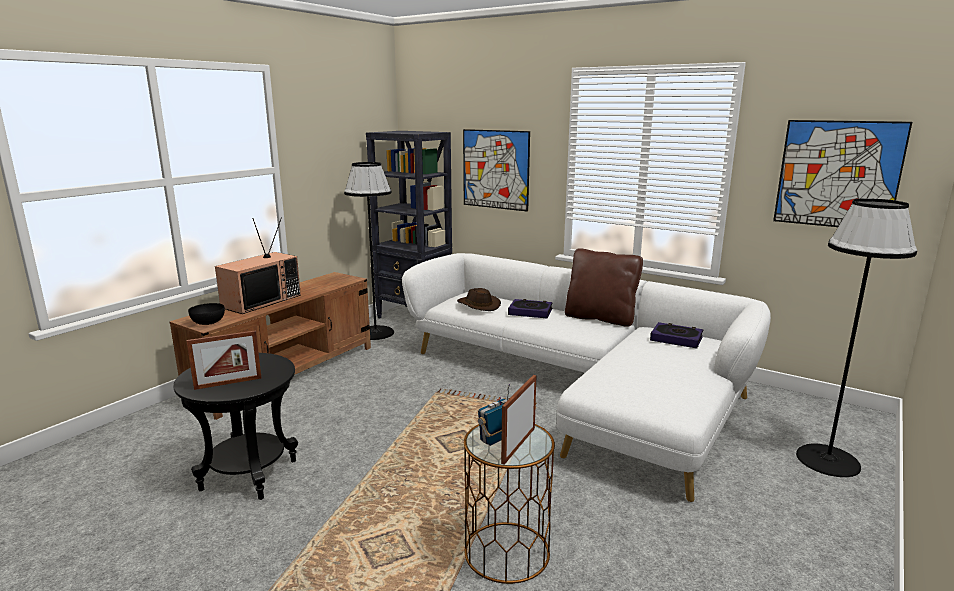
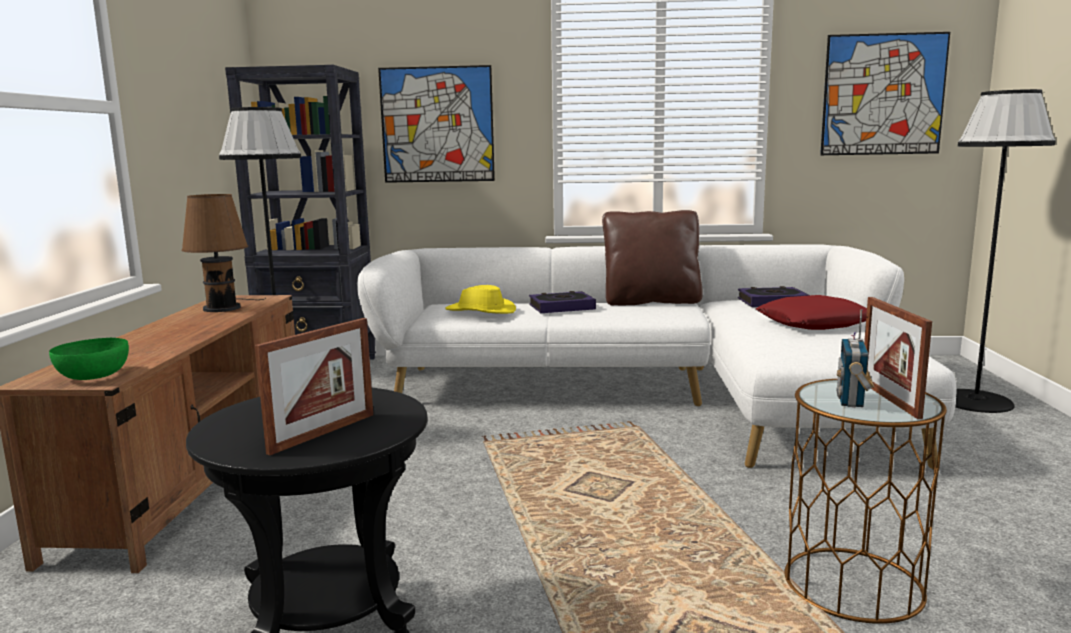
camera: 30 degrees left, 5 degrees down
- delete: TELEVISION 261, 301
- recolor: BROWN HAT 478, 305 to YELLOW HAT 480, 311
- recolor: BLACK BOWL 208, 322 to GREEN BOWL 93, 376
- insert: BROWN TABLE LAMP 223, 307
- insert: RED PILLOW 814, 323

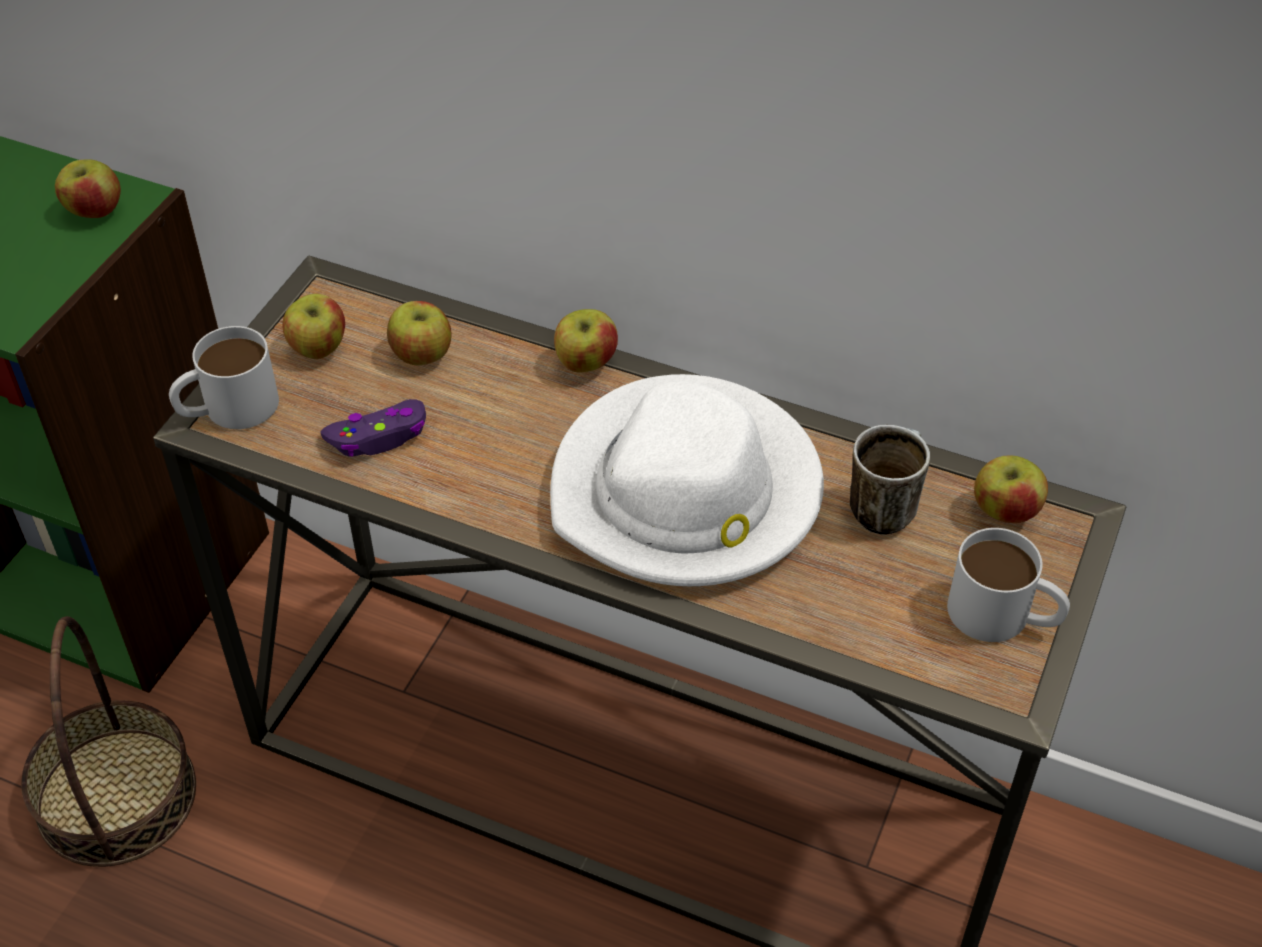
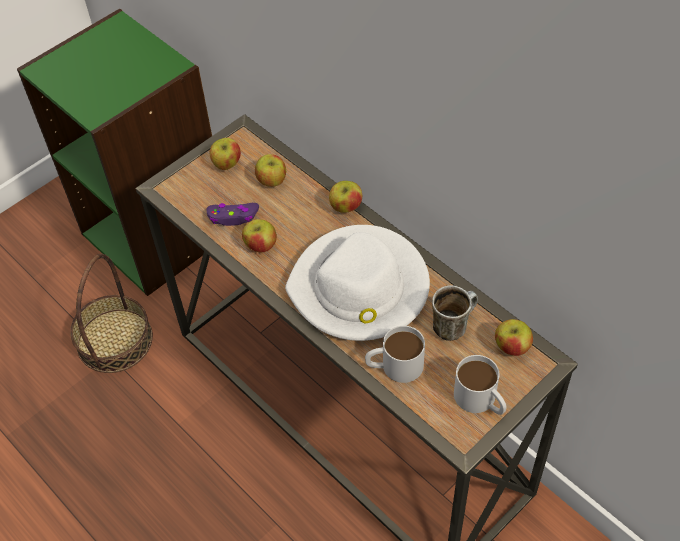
camera: 25 degrees right, 5 degrees up
- move: APPLE 95, 212 to 261, 246
- move: WHITE MUG 227, 408 to 394, 366

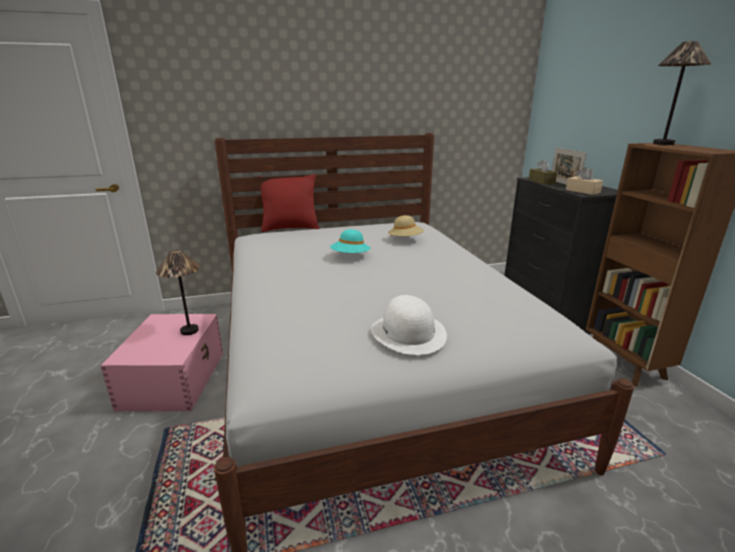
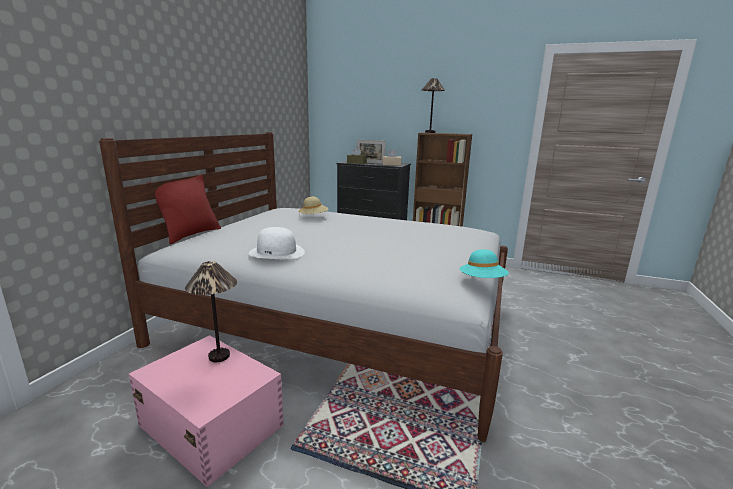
camera: 55 degrees left, 5 degrees down
- move: TURQUOISE HAT 350, 257 to 482, 281
- move: WHITE HAT 408, 333 to 277, 252

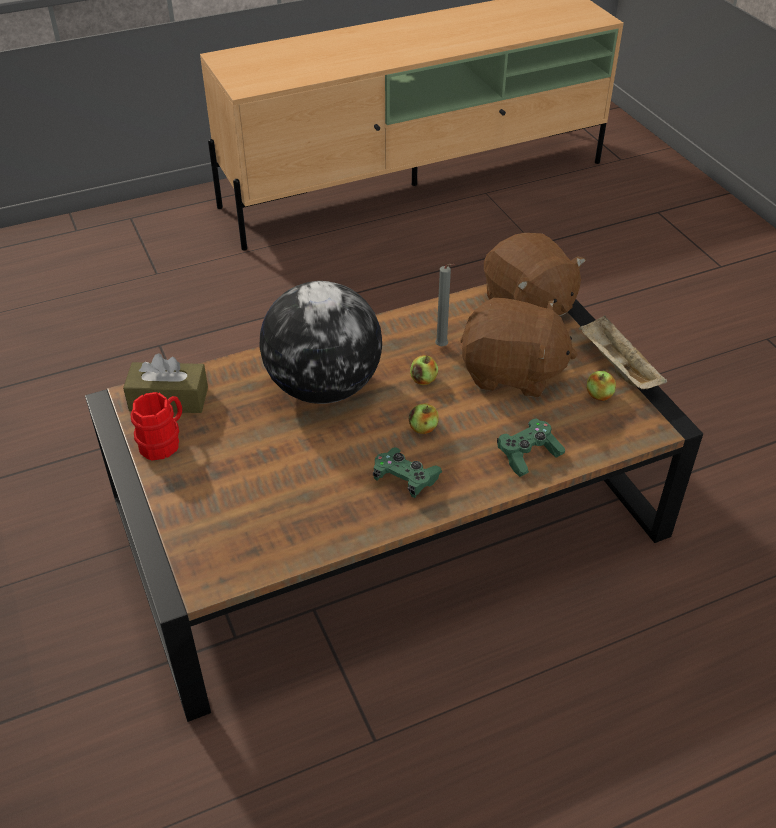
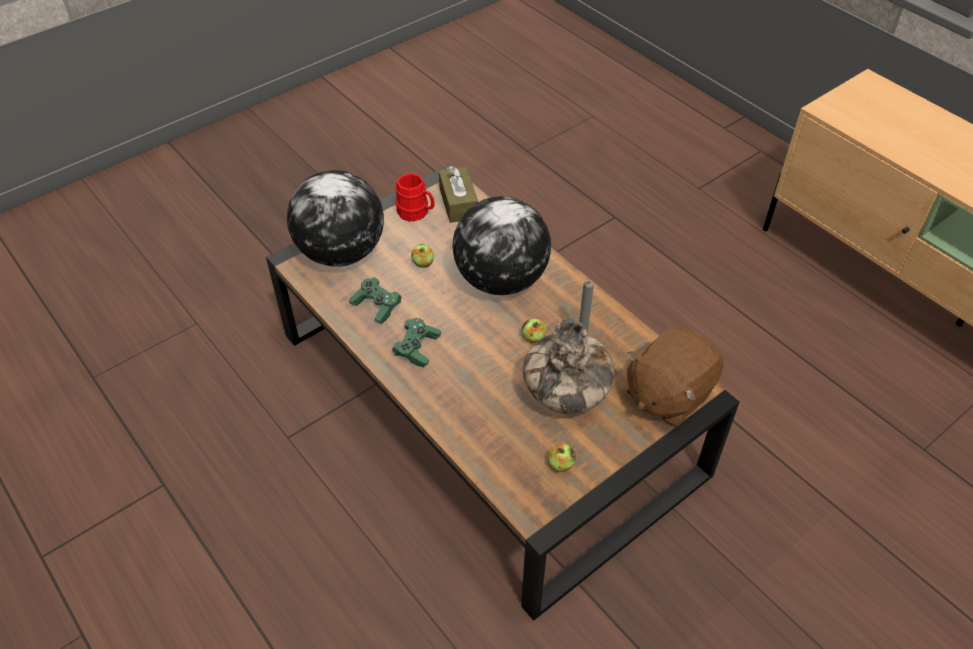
camera: 75 degrees right, 5 degrees up
- replace: BROWN PLUSH TOY 512, 373 to VASE 566, 396
- delete: BEIGE TRAY 616, 367
- move: APPLE 423, 428 to 423, 263
- move: GREEN GAME CONTROLLER 528, 455 to 376, 306
- insert: GLOBE 342, 252

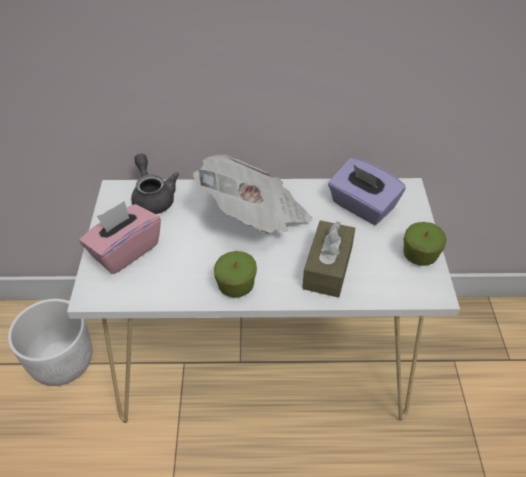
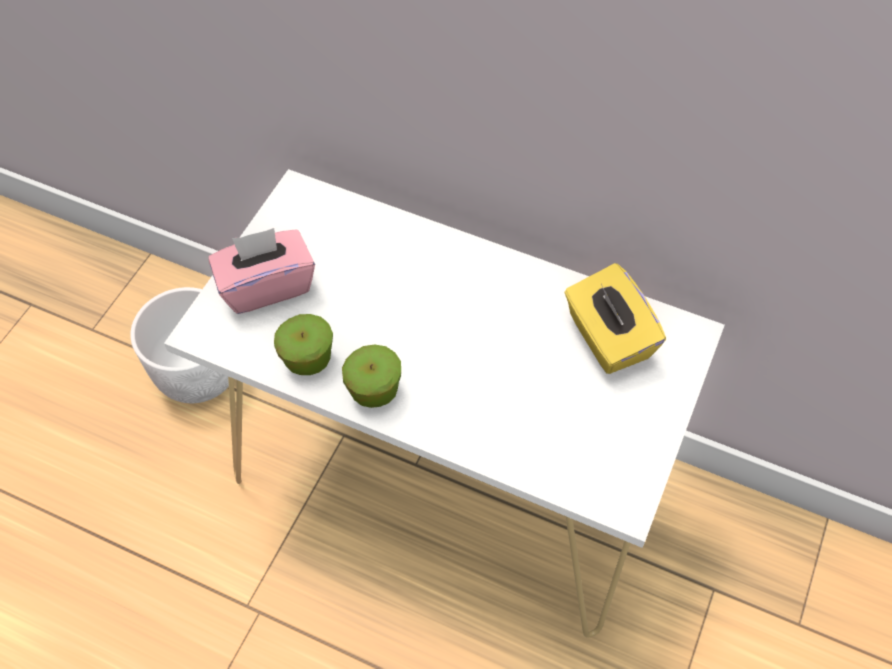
camera: 25 degrees right, 10 degrees up
- delete: GREY TEAPOT 153, 197
- delete: NEWSPAPER 255, 216
- recolor: PURPLE TISSUE BOX 362, 206 to YELLOW TISSUE BOX 607, 338
- delete: BROWN TISSUE BOX 328, 267
- move: APPLE 419, 256 to 307, 359

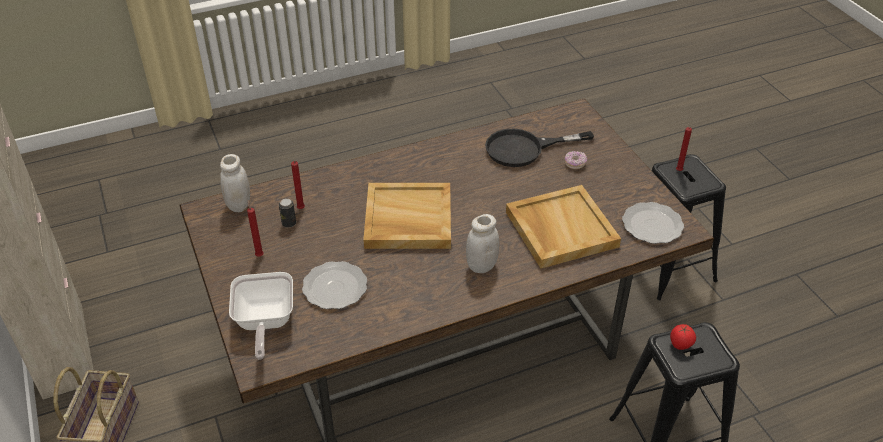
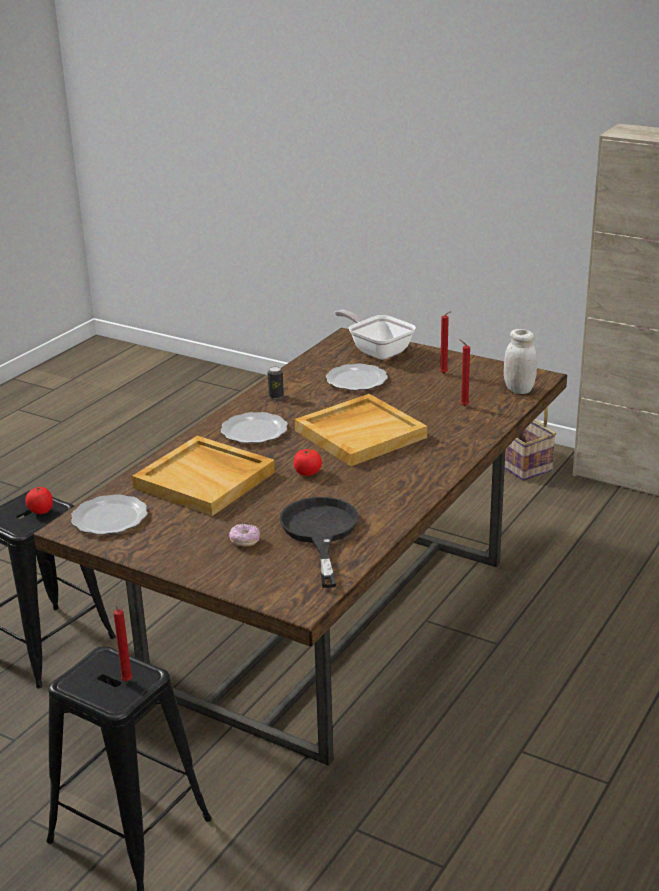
camera: 145 degrees right, 15 degrees down
- rotate: BLACK FRYING PAN 524, 149 = 320, 533 45 degrees counterclockwise
- move: CAN 289, 223 to 276, 396
- replace: WHITE JAR 481, 265 to PLATE 253, 430
- insert: TOMATO 307, 472

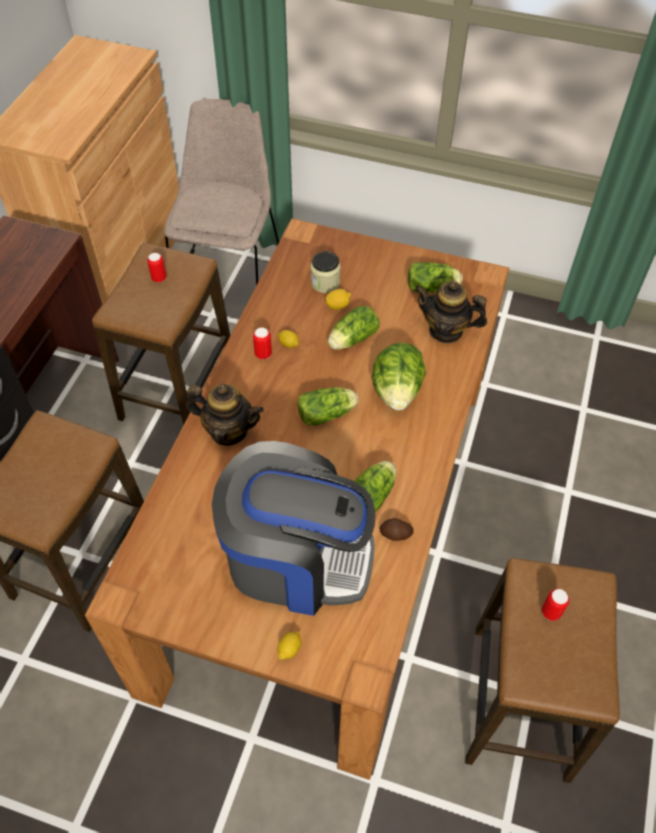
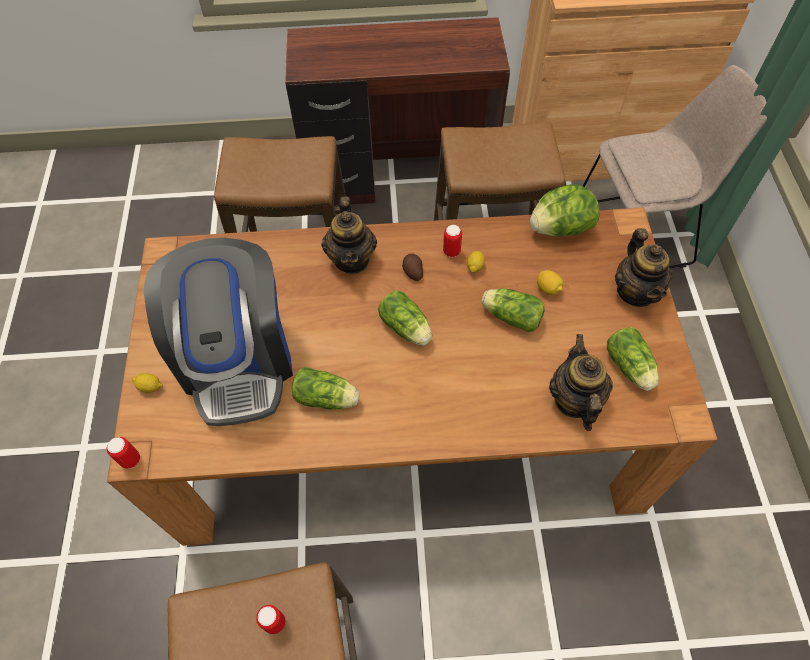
camera: 70 degrees right, 5 degrees up
- delete: JAR 325, 283
- move: CAN 159, 278 to 130, 460
- move: LETTUCE 397, 391 to 560, 228
- move: POTATO 395, 534 to 412, 271
- insert: TEAPOT 635, 291

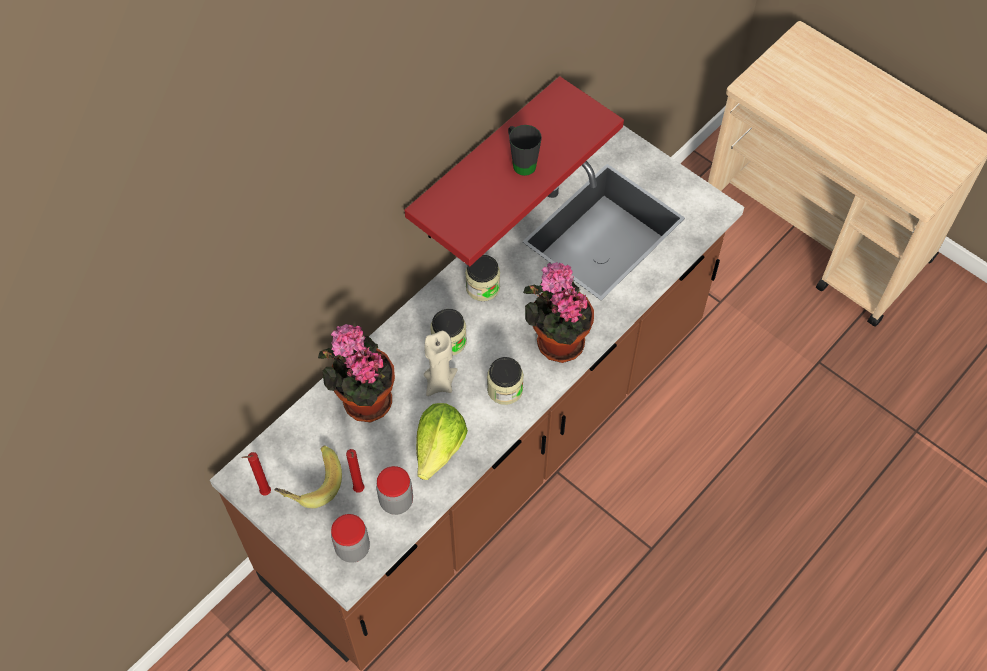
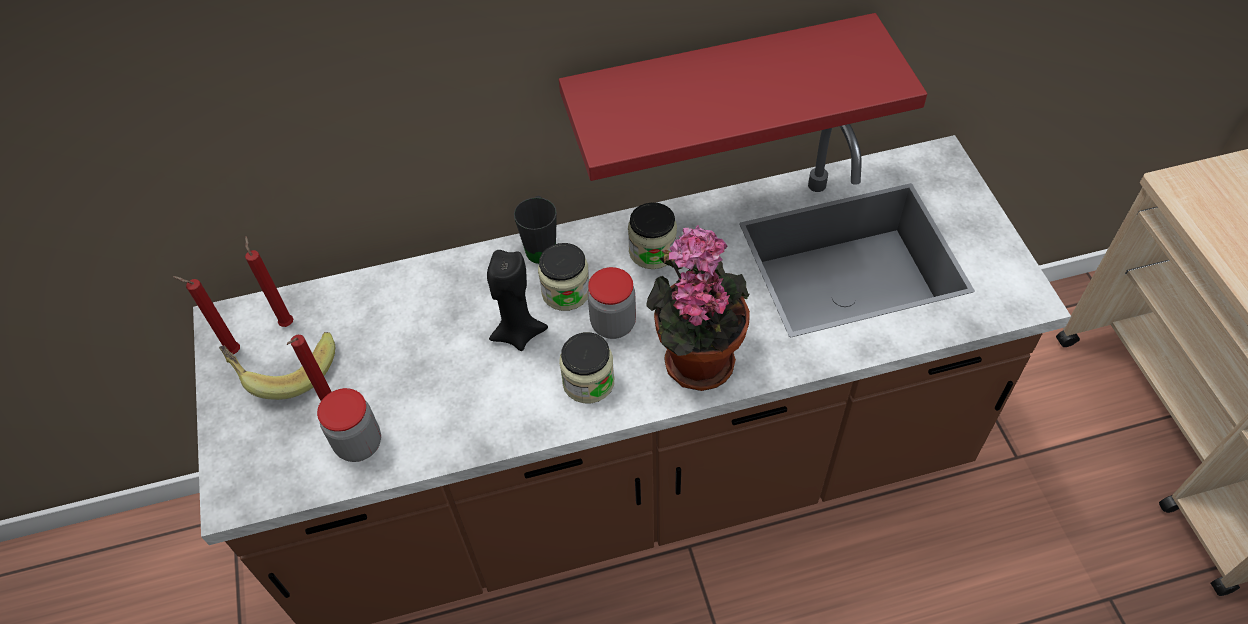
camera: 35 degrees right, 5 degrees down
- move: BLACK MUG 521, 162 to 541, 245
- delete: POTTED PLANT 363, 400
- recolor: BEIGE CANDLE 439, 382 to BLACK CANDLE 518, 333
- delete: LETTUCE 439, 448
- move: JAR 353, 548 to 613, 324
- insert: RED CANDLE 287, 322

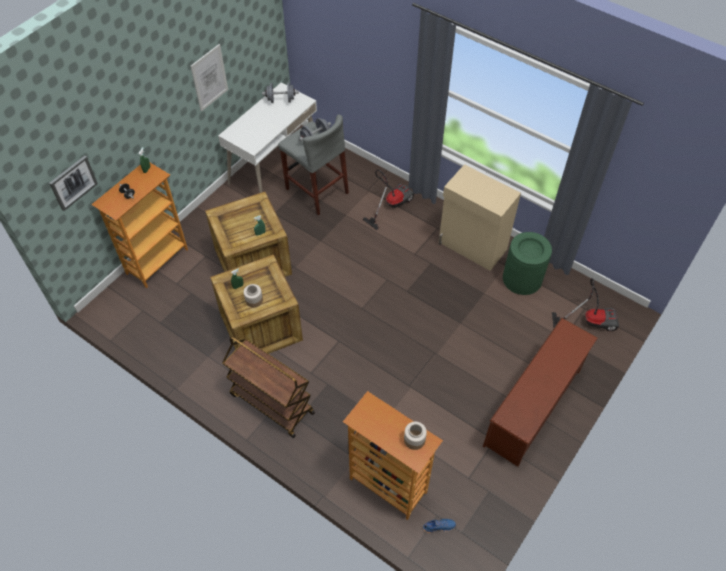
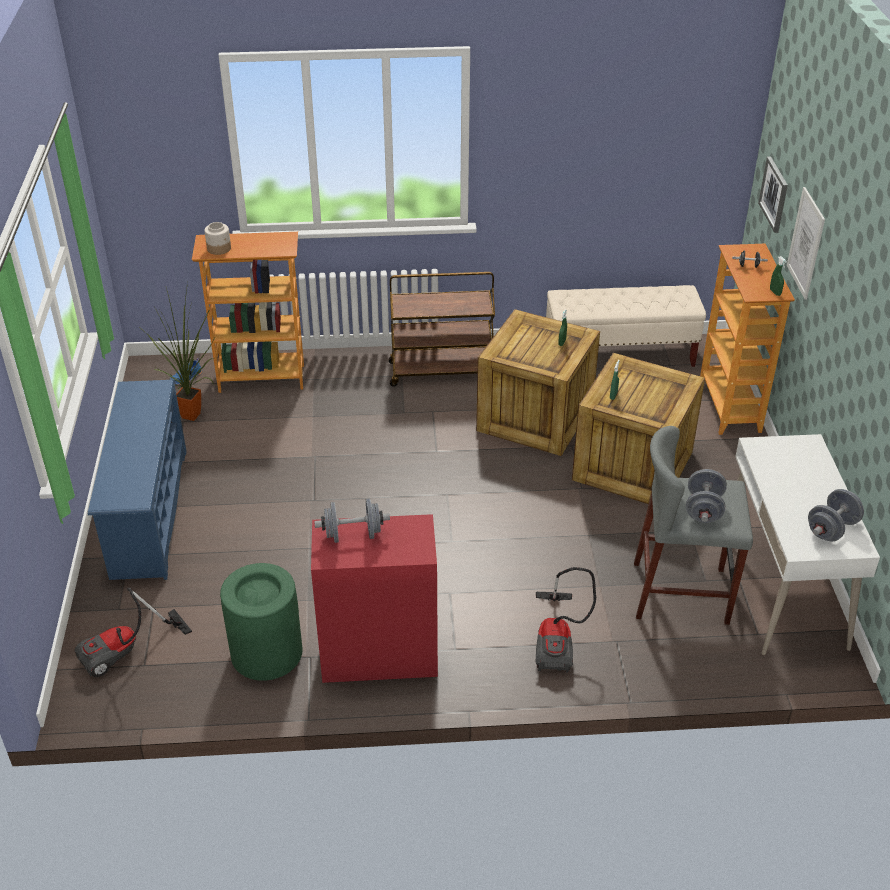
camera: 140 degrees right, 15 degrees down
- move: PICTURE 209, 78 to 806, 243
- recolor: BEIGE CABINET 472, 246 to RED CABINET 378, 654
- delete: JAR 254, 300
- recolor: BROWN SHOE RACK 533, 408 to BLUE SHOE RACK 148, 512
- insert: POTTED PLANT 194, 417
- insert: BEIGE BENCH 620, 354
- insert: GREY DUMBBELL 353, 535

